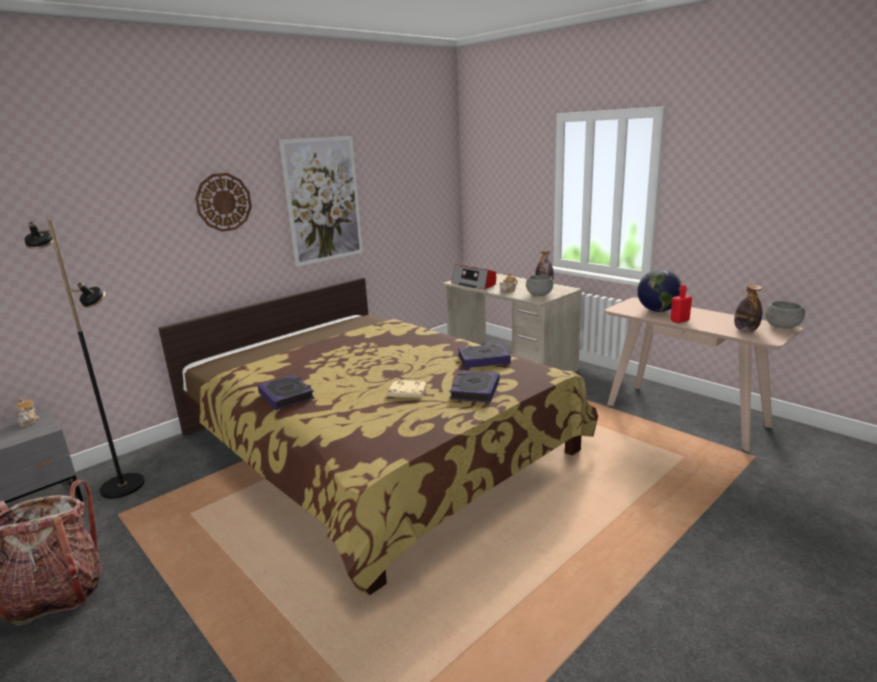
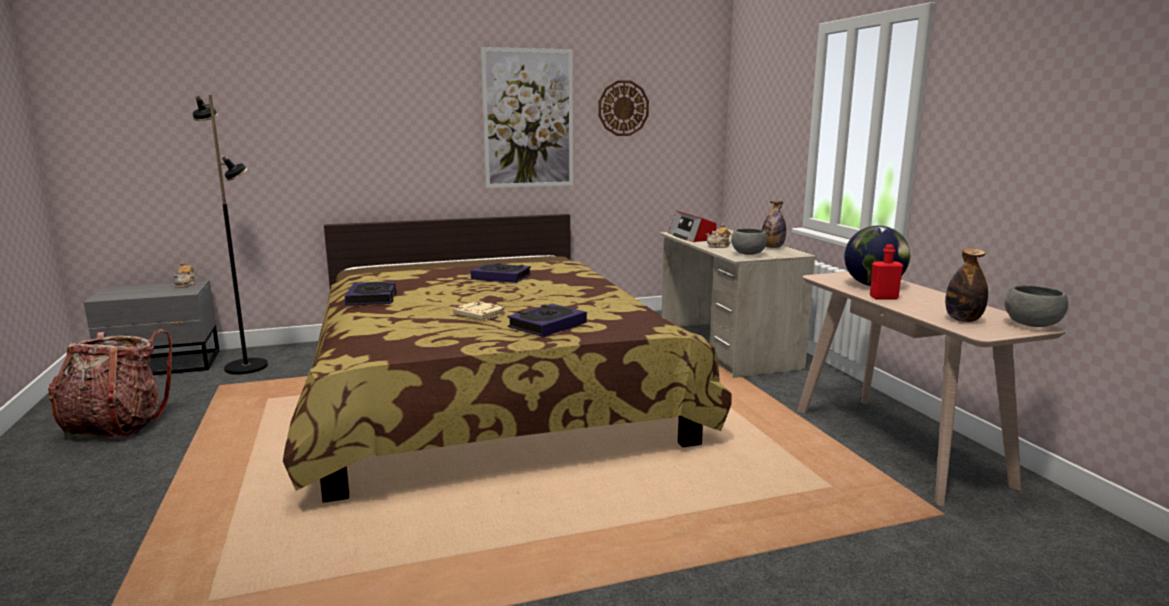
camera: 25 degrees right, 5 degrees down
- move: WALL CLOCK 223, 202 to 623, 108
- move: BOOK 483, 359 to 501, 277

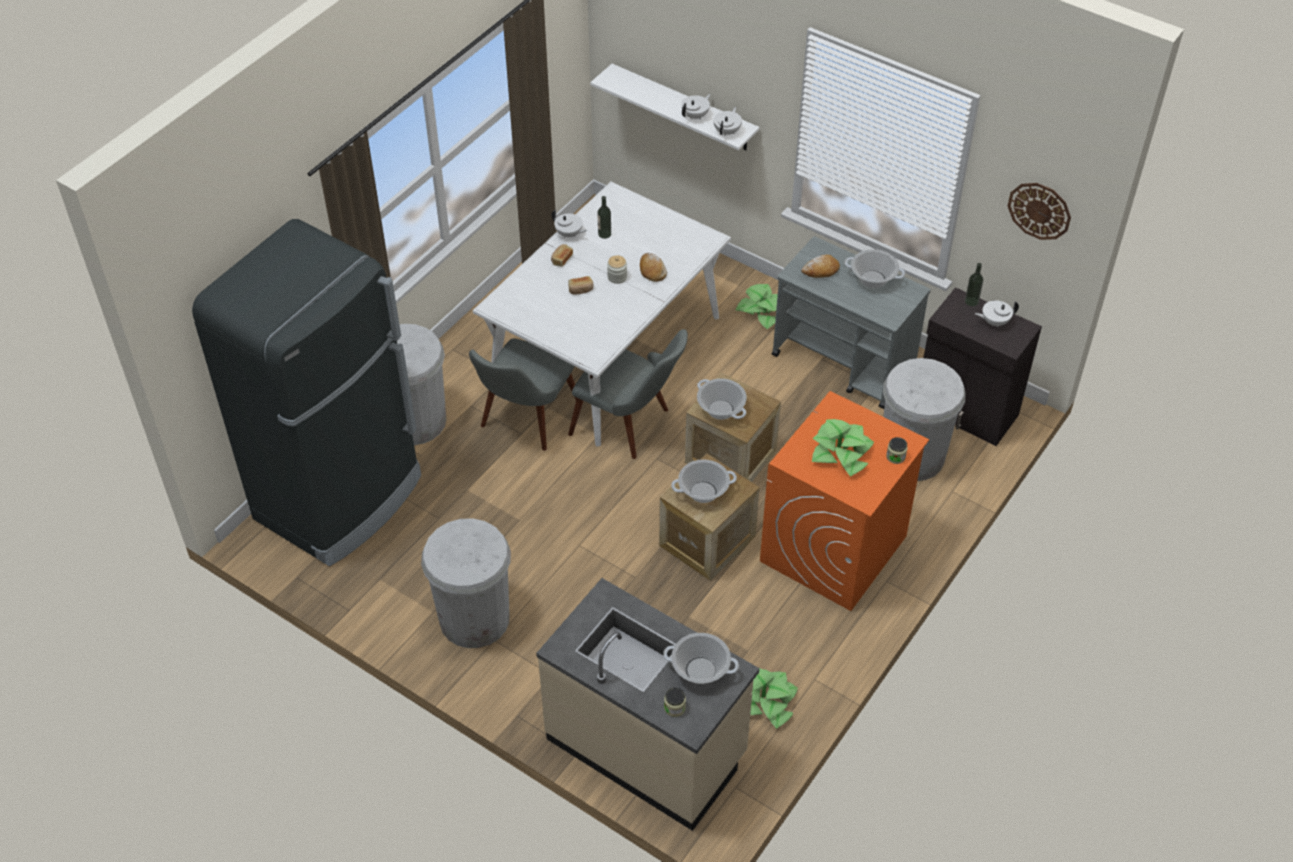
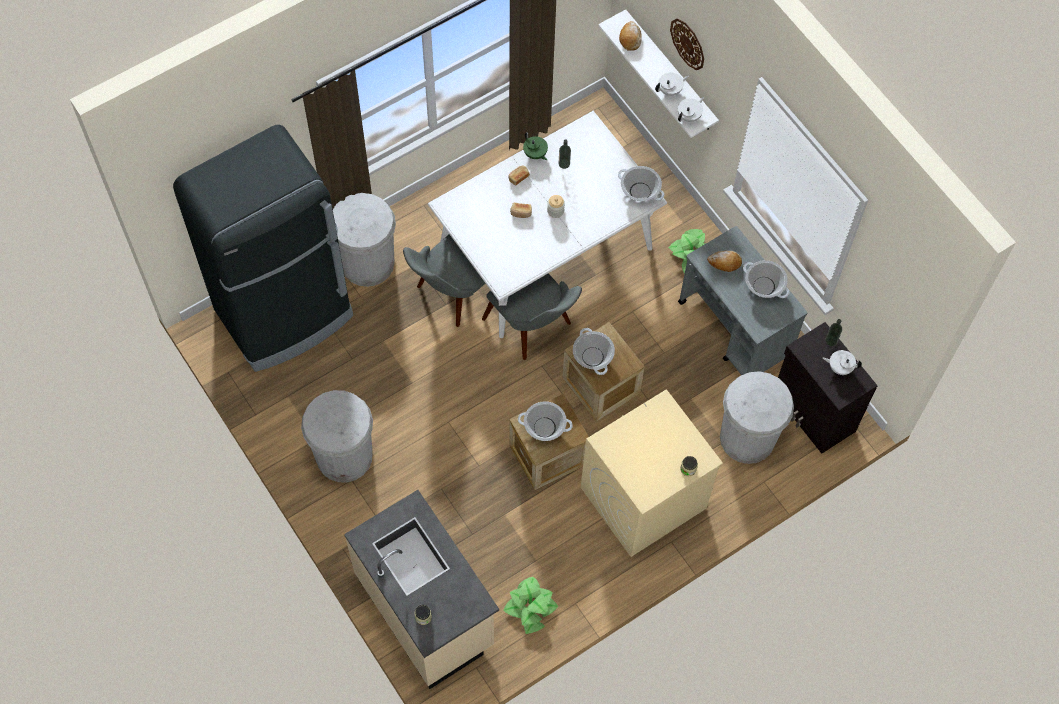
camera: 20 degrees right, 15 degrees up
- move: WALL CLOCK 1039, 210 to 688, 43
- recolor: WHITE TEAPOT 569, 234 to GREEN TEAPOT 535, 154
- move: BREAD 652, 270 to 630, 38
- recolor: ORANGE WASHING MACHINE 833, 549 to BEIGE WASHING MACHINE 642, 498
- delete: POTTED PLANT 841, 452
- move: COOKING POT 700, 670 to 640, 192

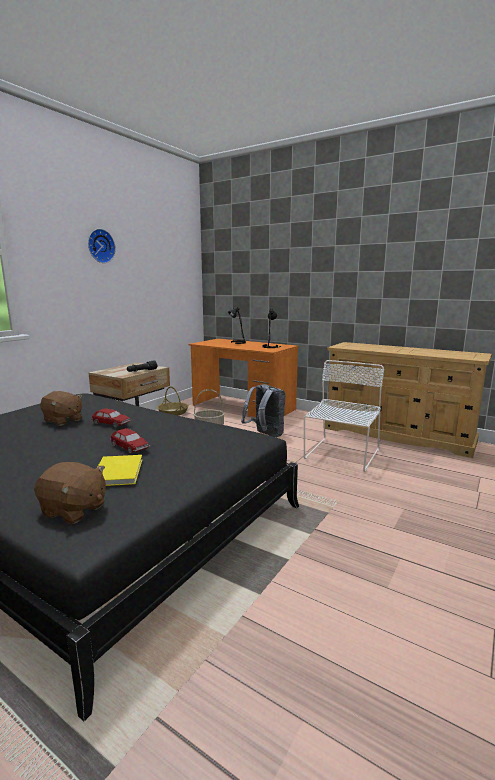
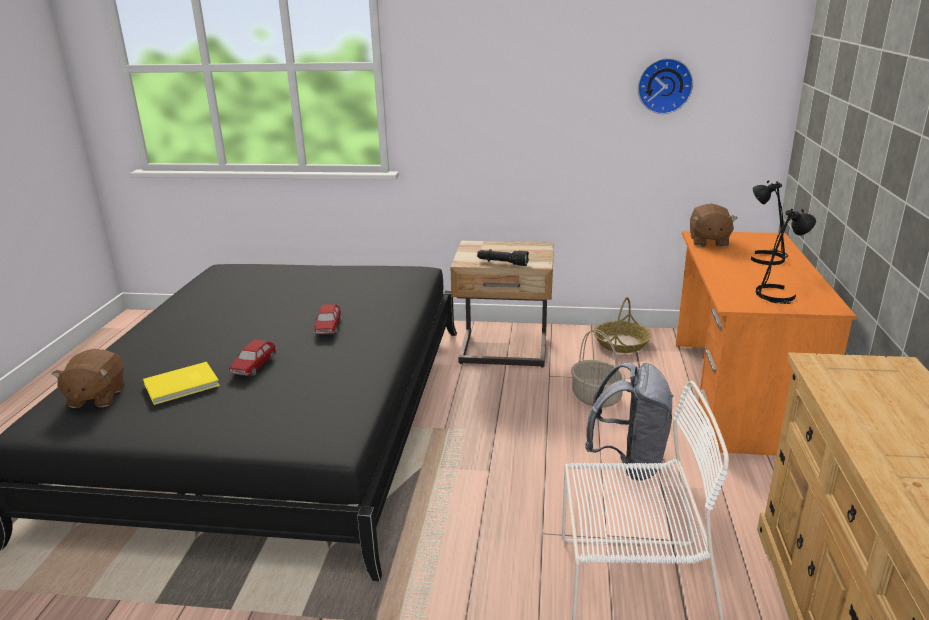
camera: 65 degrees right, 10 degrees up
- move: WALL CLOCK 100, 246 to 664, 85
- move: BROWN PLUSH TOY 63, 420 to 708, 242

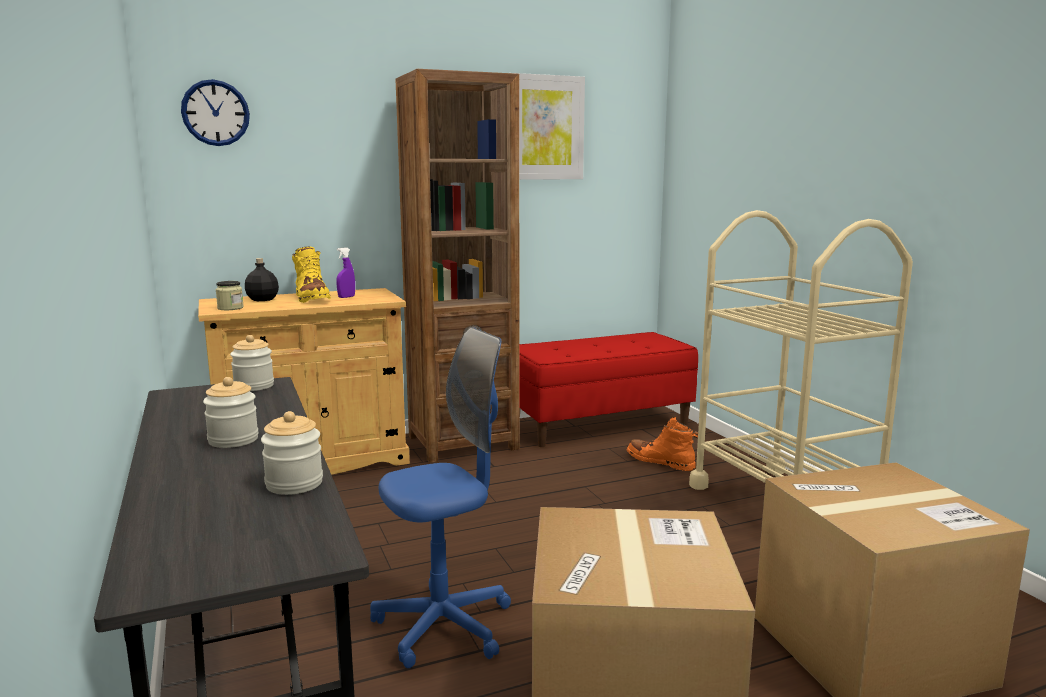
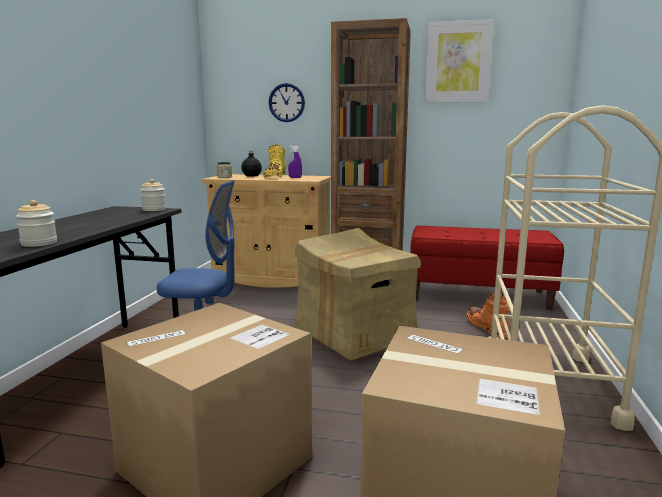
camera: 35 degrees right, 0 degrees up
- move: WALL CLOCK 215, 113 to 286, 102
- delete: JAR 233, 440
- insert: CARDBOARD BOX 354, 333

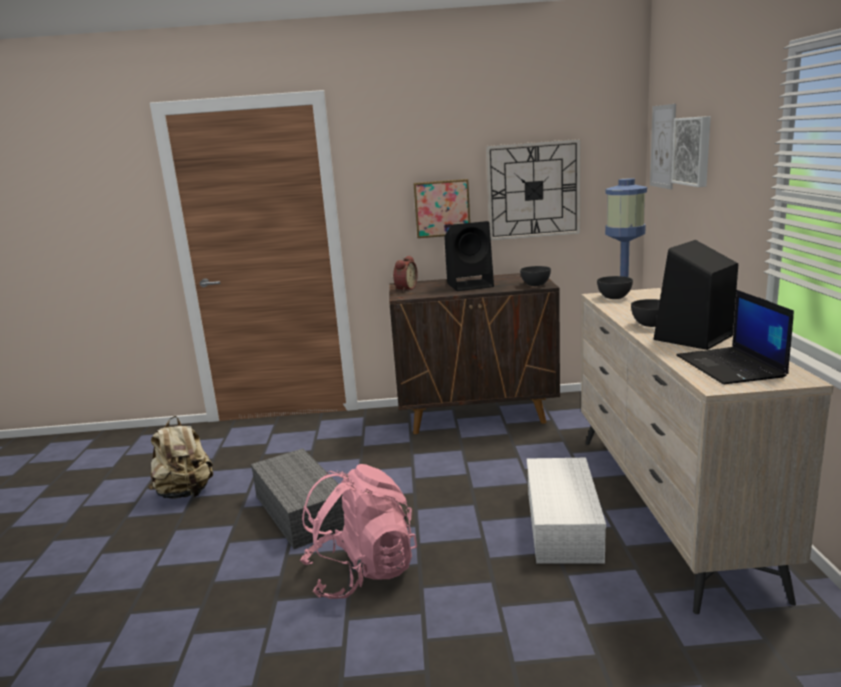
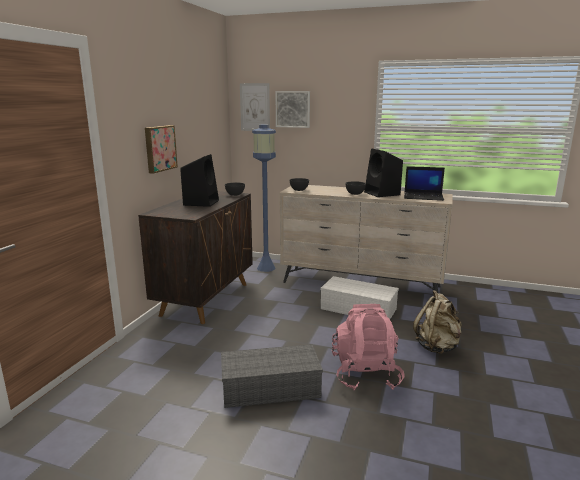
camera: 70 degrees left, 0 degrees up
- delete: WALL CLOCK 533, 190
- delete: ALARM CLOCK 404, 289
- move: BEIGE BACKPACK 185, 493 to 437, 347

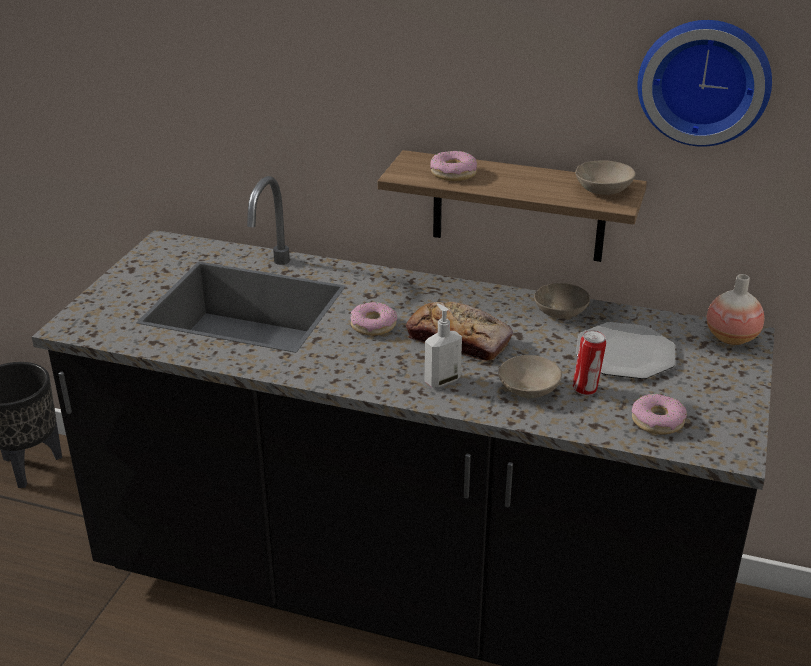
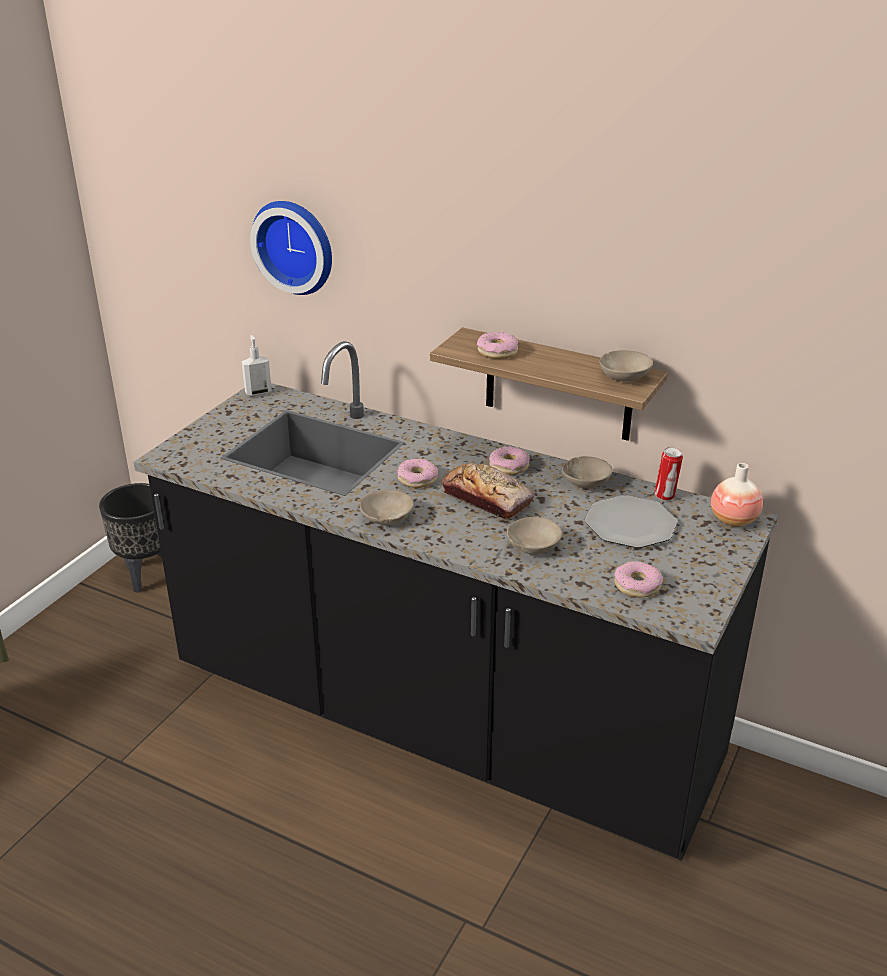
camera: 10 degrees right, 0 degrees up
- move: WALL CLOCK 704, 80 to 296, 245
- move: SOAP DISPENSER 442, 380 to 258, 392
- move: CAN 586, 389 to 665, 496
- insert: DONUT 509, 466
- insert: BEIGE BOWL 387, 517

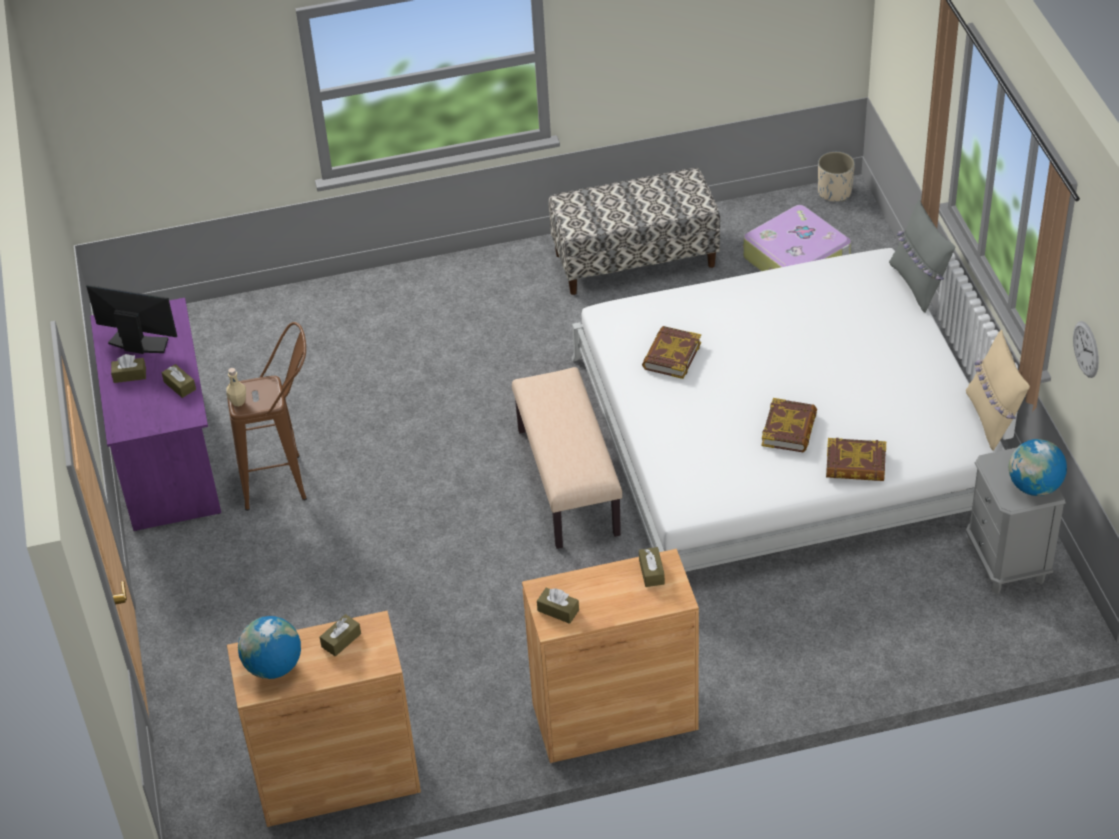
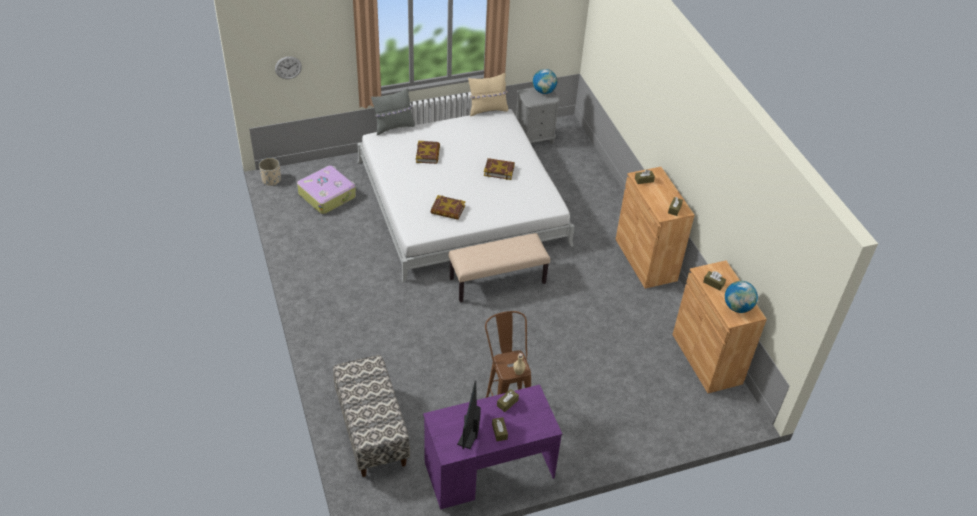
camera: 100 degrees left, 0 degrees up
- move: BENCH 635, 260 to 371, 430
- move: WALL CLOCK 1086, 349 to 288, 67
- move: BOOK 855, 465 to 428, 154

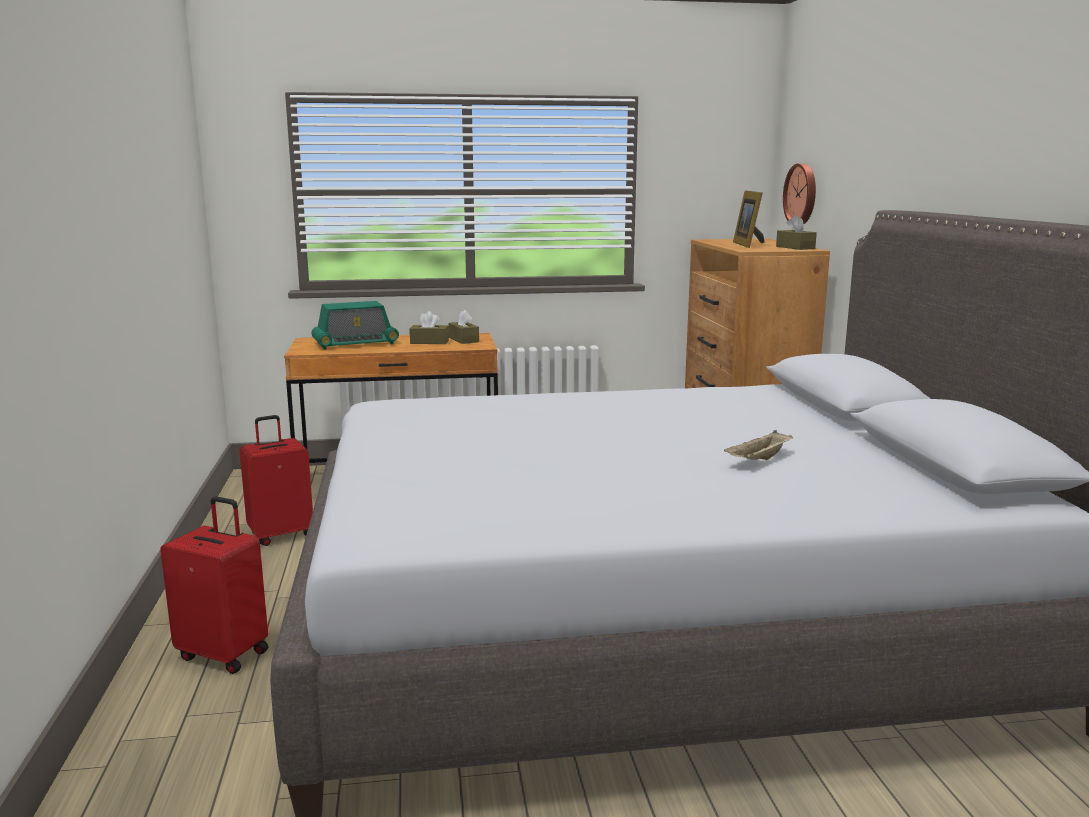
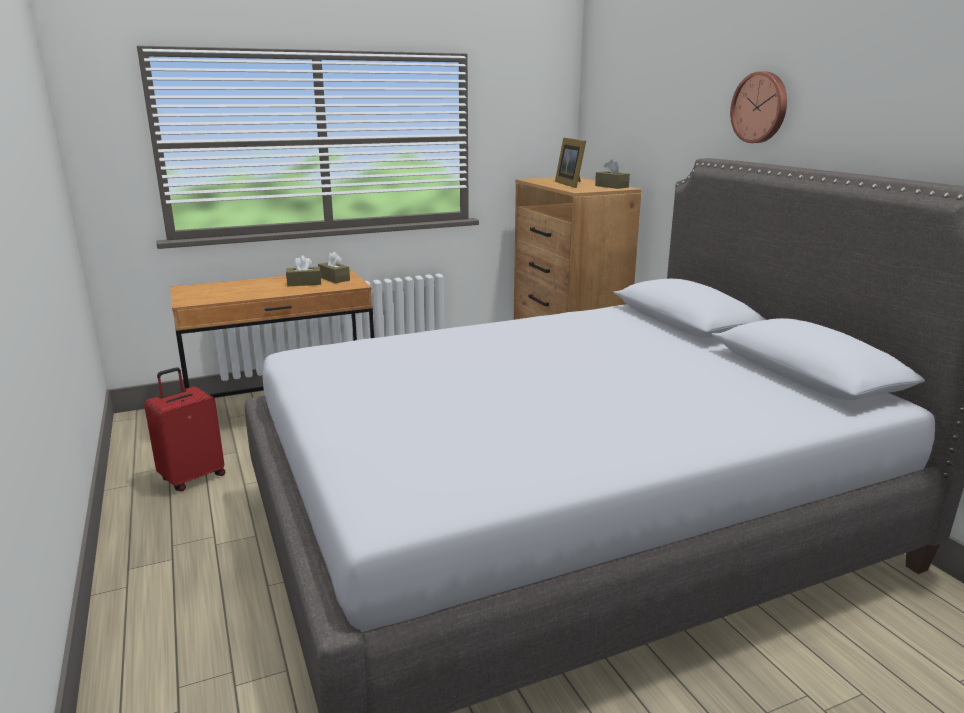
camera: 15 degrees left, 5 degrees up
- move: WALL CLOCK 802, 194 to 760, 107
- delete: RADIO 355, 343
- delete: BEIGE TRAY 759, 460
- delete: RED SUITCASE 225, 653

